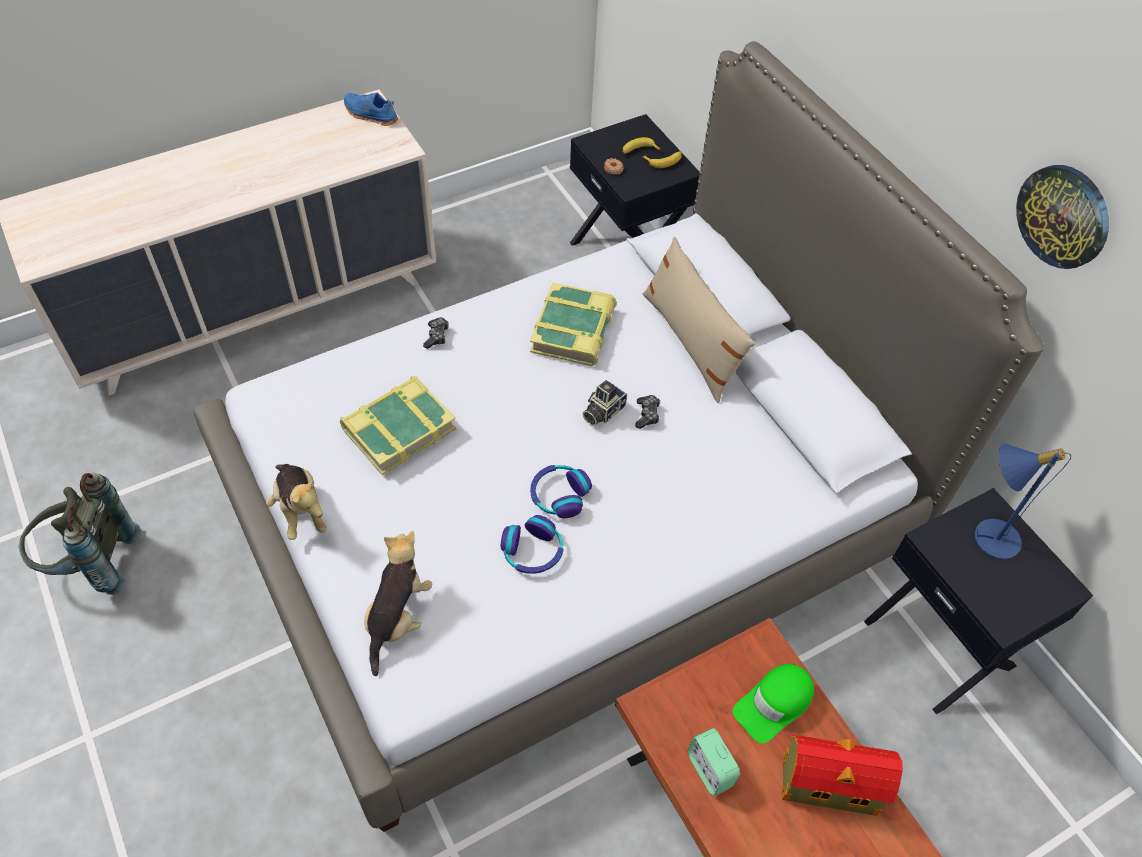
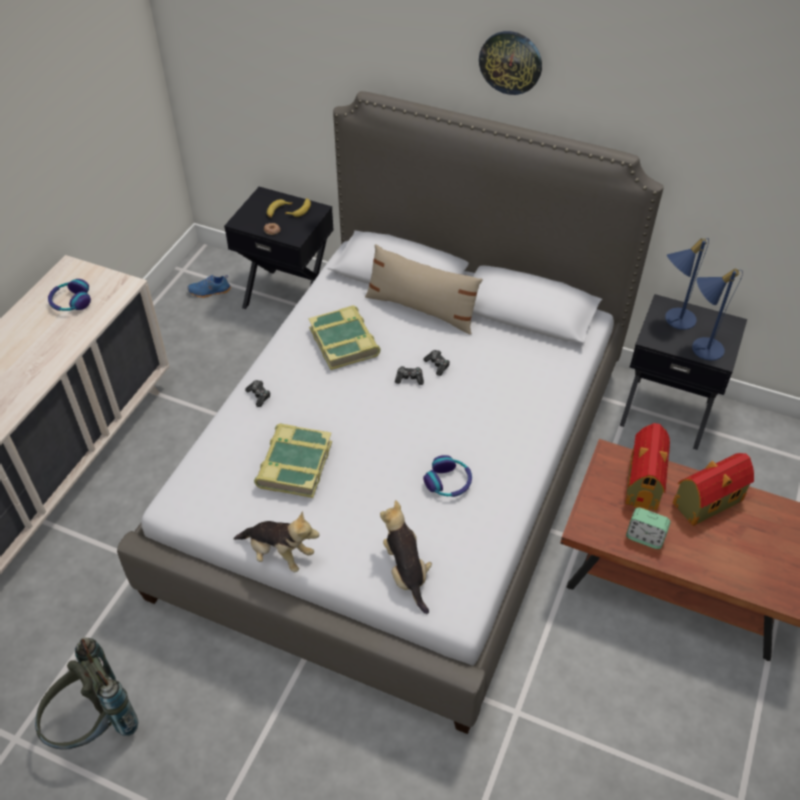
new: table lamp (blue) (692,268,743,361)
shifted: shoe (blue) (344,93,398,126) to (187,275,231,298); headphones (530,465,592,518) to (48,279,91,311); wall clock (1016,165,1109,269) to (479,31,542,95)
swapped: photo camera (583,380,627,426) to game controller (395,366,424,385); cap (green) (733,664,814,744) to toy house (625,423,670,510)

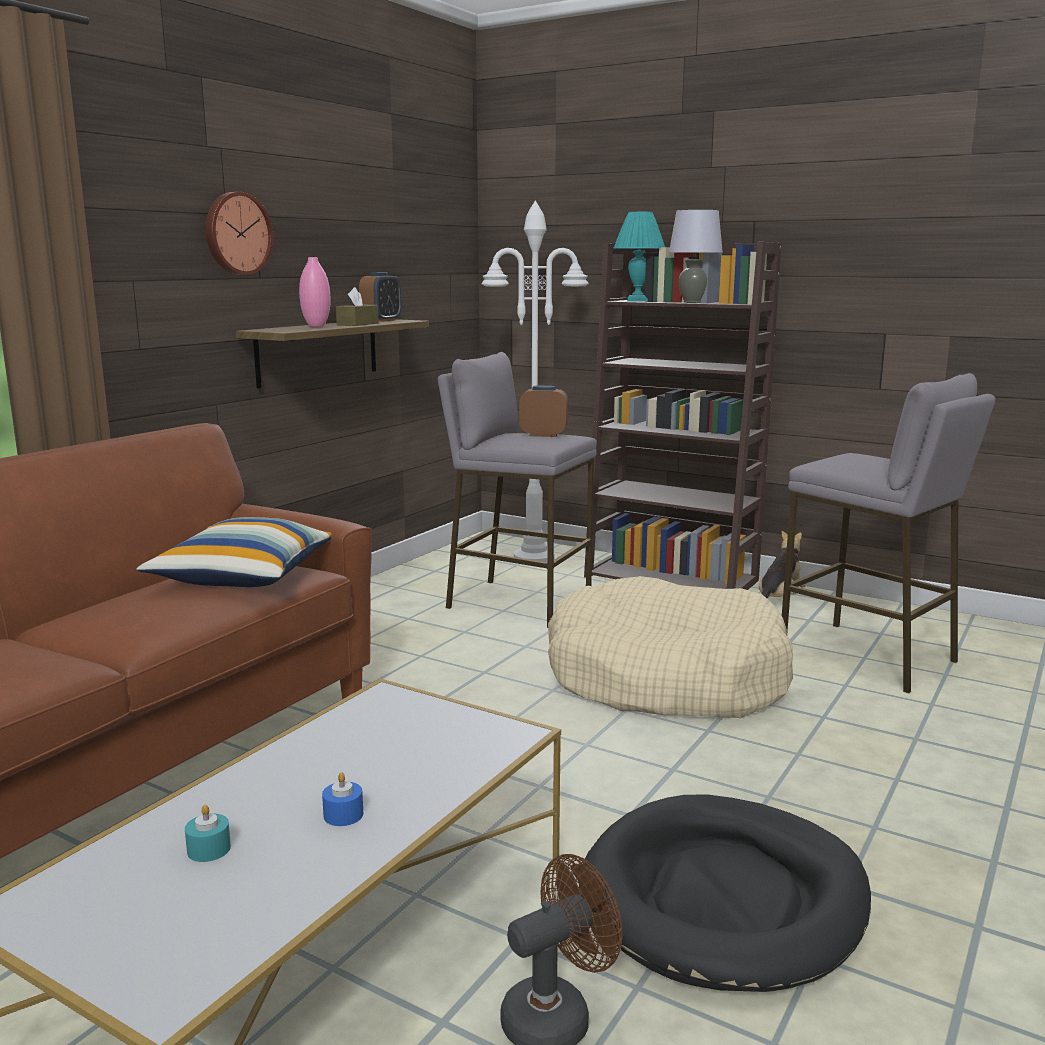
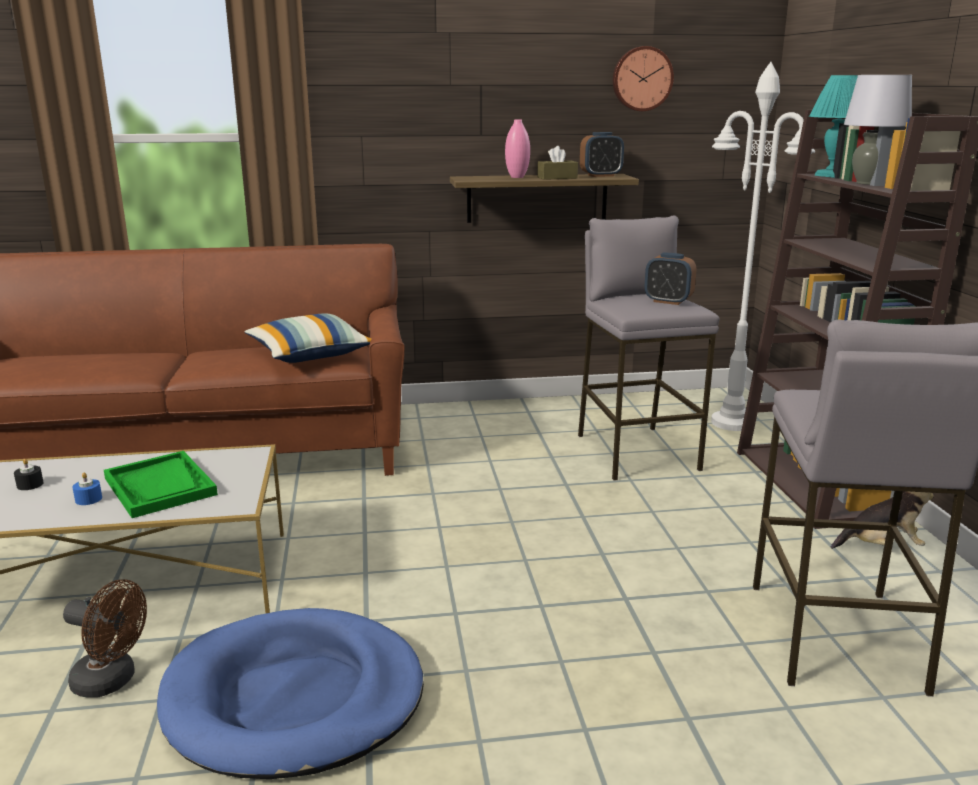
gone: dog bed (beige) (548,576,793,718)
new: tray (green) (104,451,218,518)
shifted: wall clock (206,192,274,275) to (613,46,674,111)
repainted: candle (turquoise) (185,805,231,862) to candle (black) (14,459,44,490); dog bed (black) (580,794,871,992) to dog bed (blue) (157,608,424,779)
rotated: alarm clock (519,386,569,437) = (645,252,696,305) 150 degrees clockwise

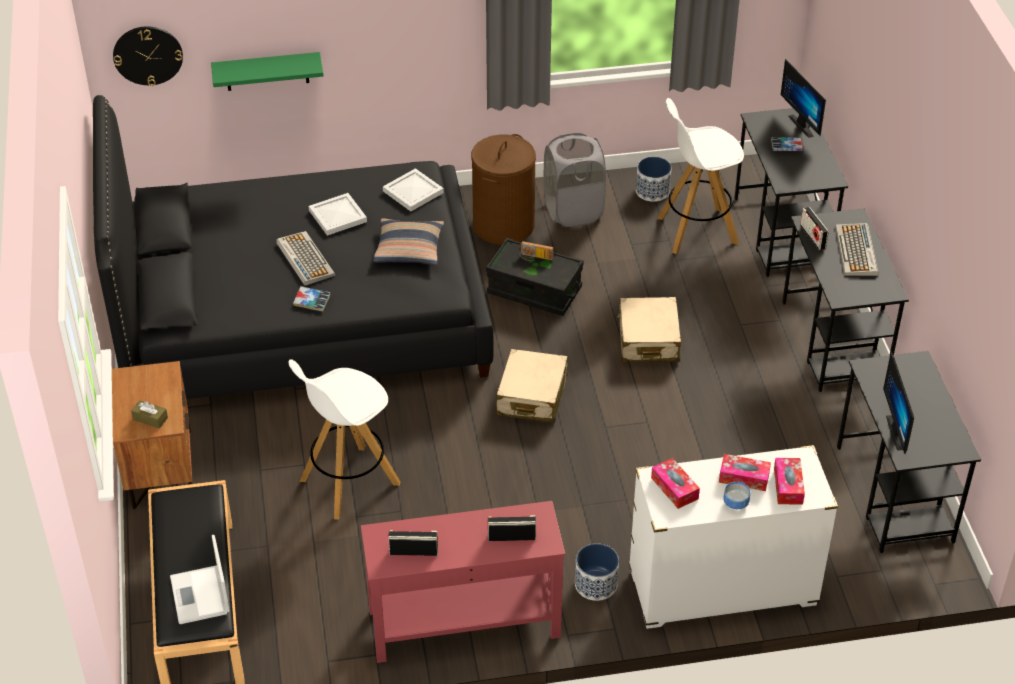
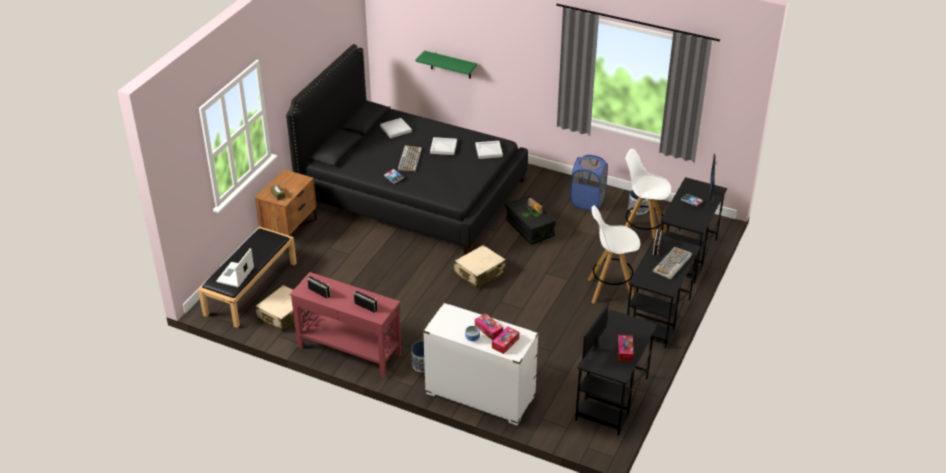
gone: wall clock (113,26,183,86); pillow (373,218,444,266); laundry basket (brown) (471,134,536,245)
new: tray (white) (380,118,412,138)
shifted: stool (white) (289,359,401,520) to (587,205,640,303); suitcase (beige) (617,297,681,363) to (255,285,308,332); tissue box (651,458,700,509) to (618,335,633,361)
repainted: laundry basket (grey) (543,133,606,227) to laundry basket (blue) (570,155,608,210)

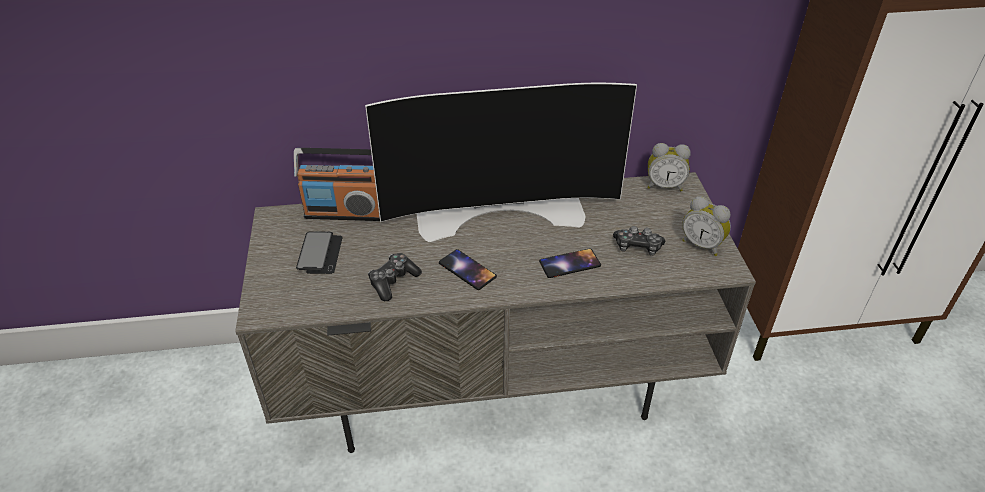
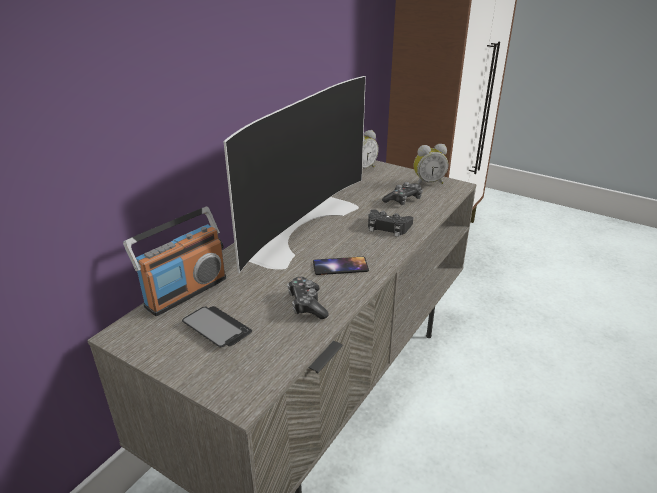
swapped: phone (539,248,601,278) to game controller (black) (368,209,413,237)

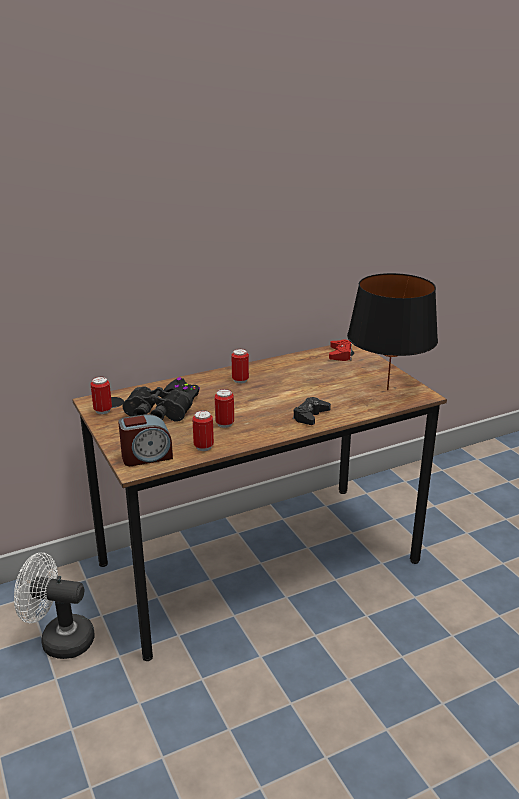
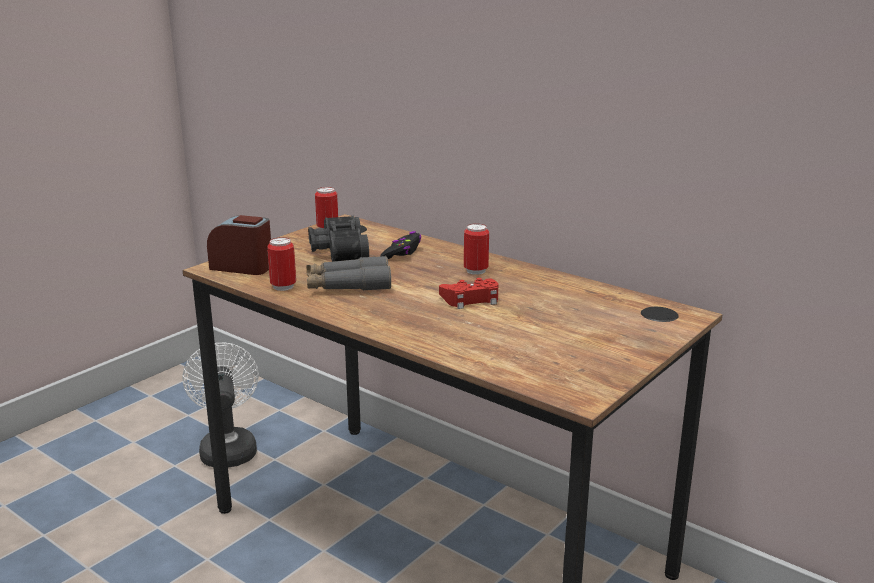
gone: game controller (black) (293,397,331,425); table lamp (black) (347,273,438,390)
shifted: game controller (red) (329,340,352,361) to (439,278,498,309)
swapped: can (215,389,234,428) to binoculars (grey) (306,256,391,291)
rotated: alarm clock (118,414,173,466) = (207,215,271,275) 150 degrees clockwise

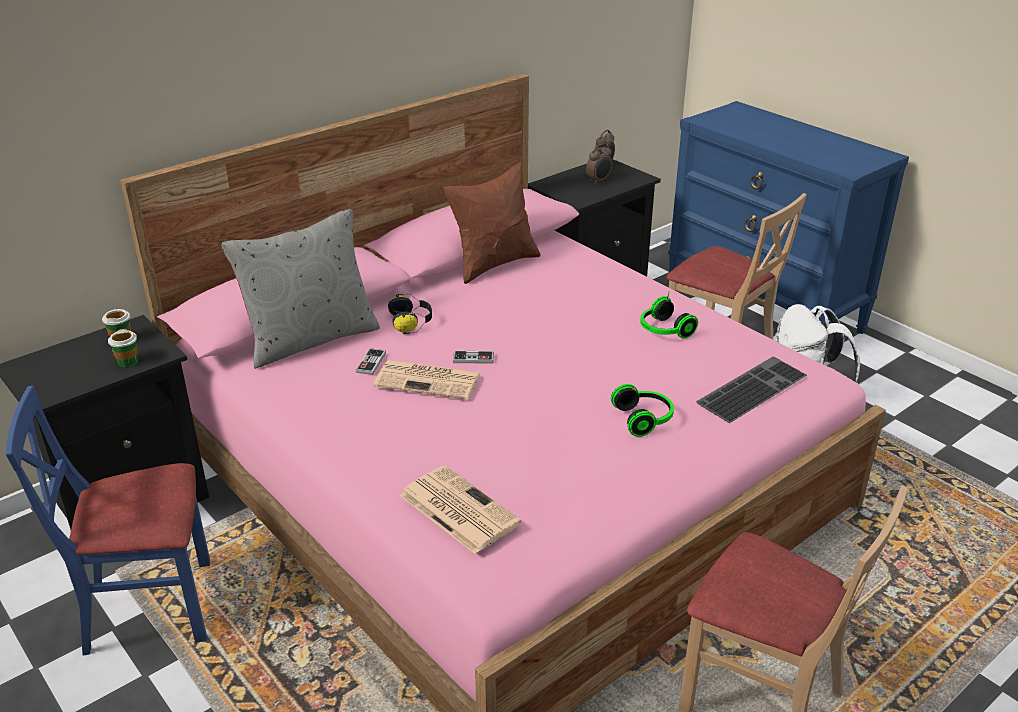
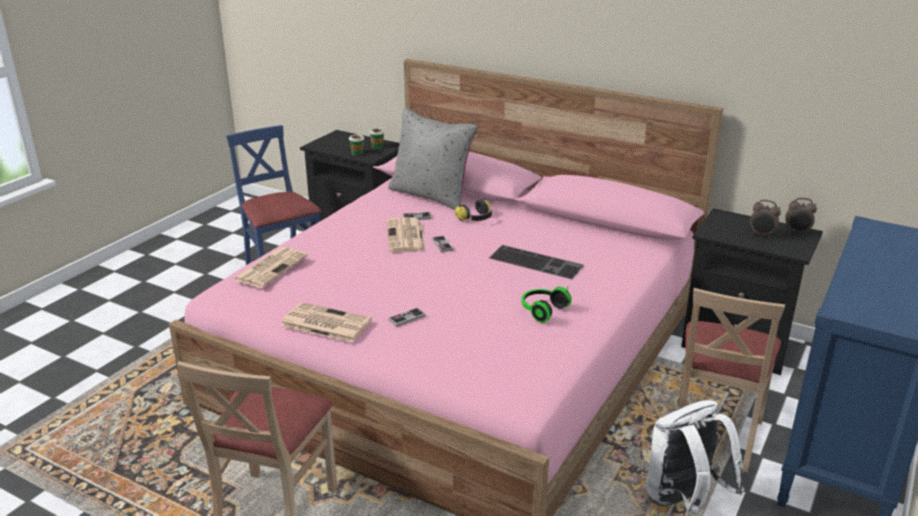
gone: pillow (brown) (443,162,541,284)
new: newspaper (280,302,372,343)
shifted: keyboard (696,356,807,423) to (489,245,584,279)
swapped: headphones (611,384,674,437) to game controller (388,308,425,327)

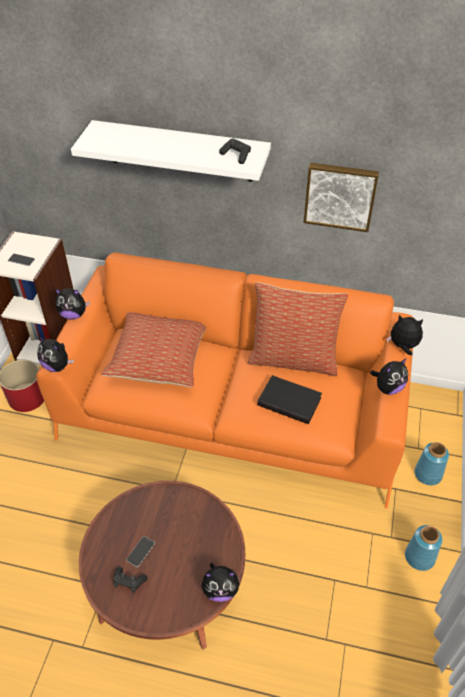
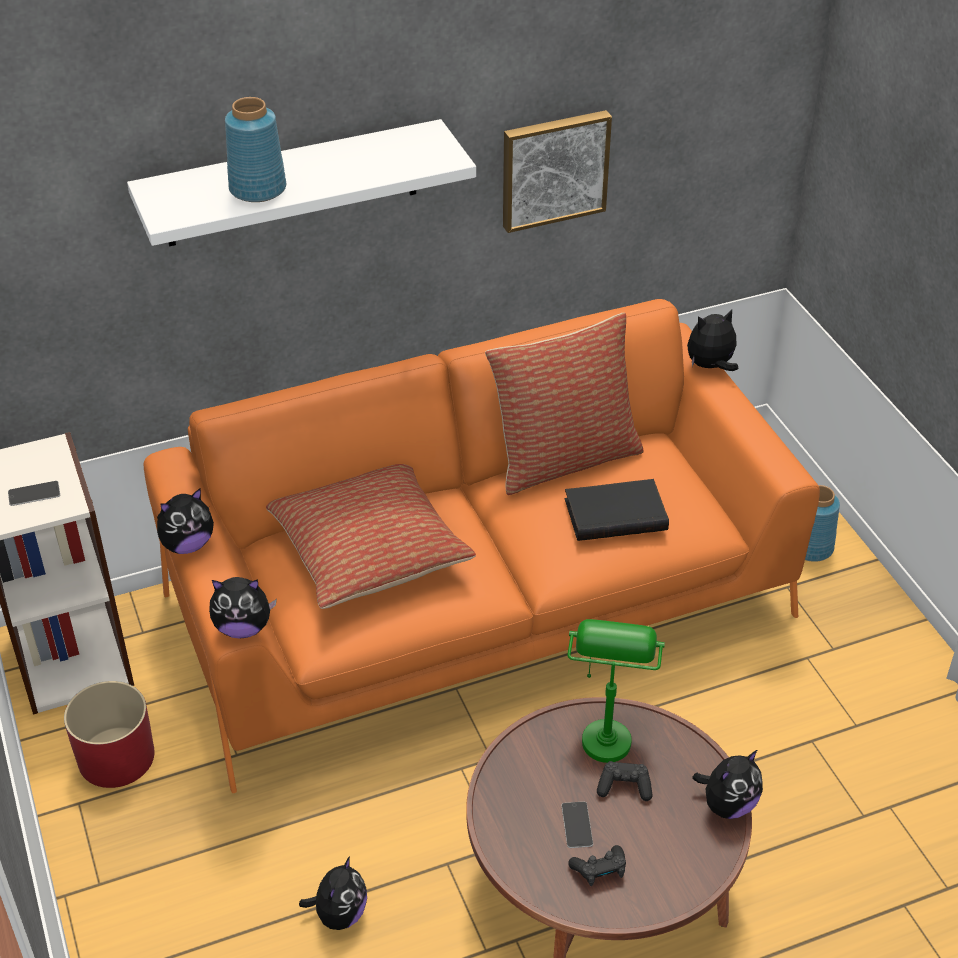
new: table lamp (green) (567,619,665,763)
shifted: game controller (black) (219,139,251,164) to (597,761,652,801); plush toy (370,358,408,395) to (299,856,367,930); vase (blue) (405,525,442,571) to (225,97,286,202)

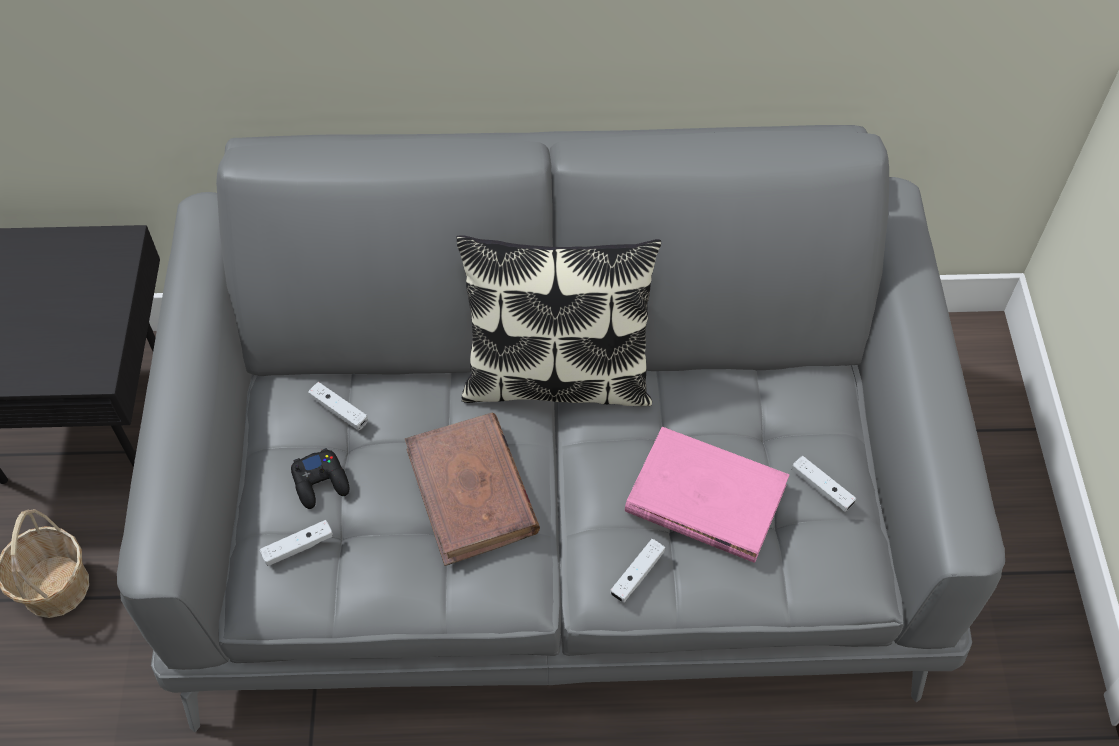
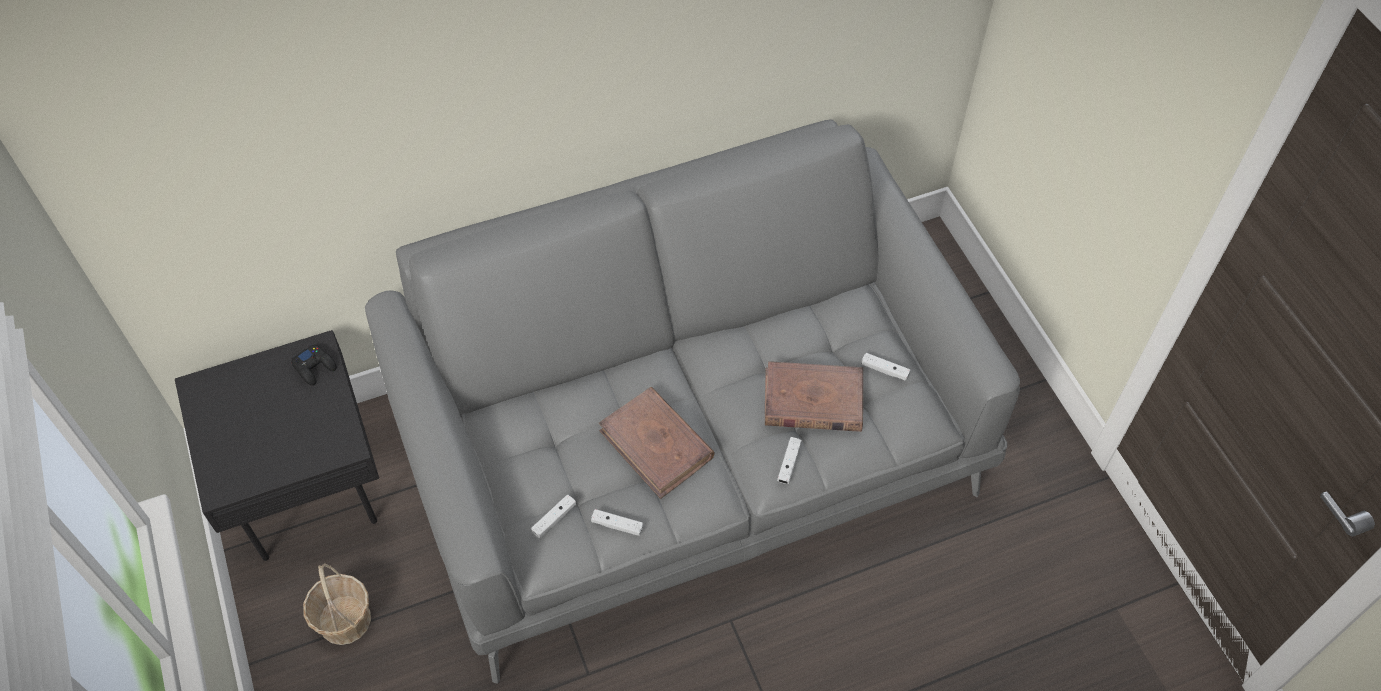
gone: pillow (457,235,661,406)
shifted: game controller (black) (291,448,349,509) to (291,344,337,386); game controller (white) (308,382,368,430) to (591,509,643,536)
repainted: book (pink) (625,427,789,563) to book (brown) (765,361,863,432)

